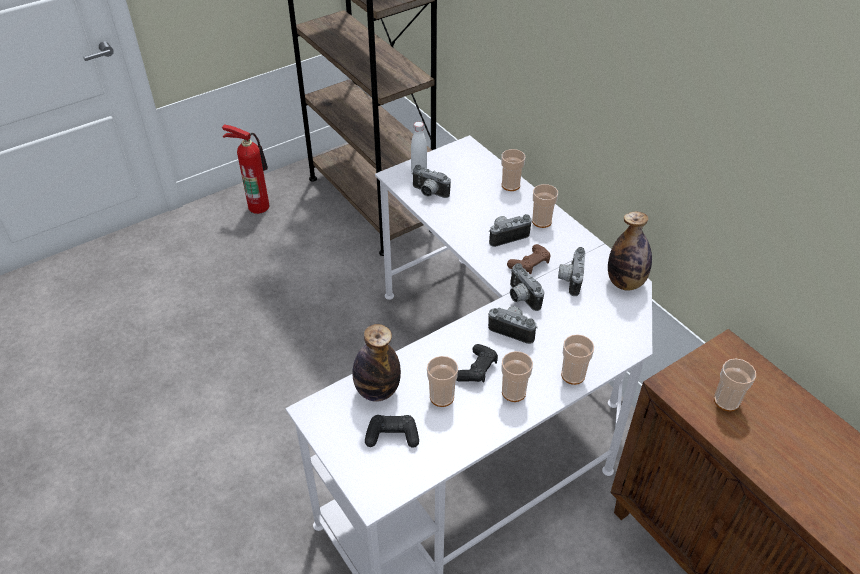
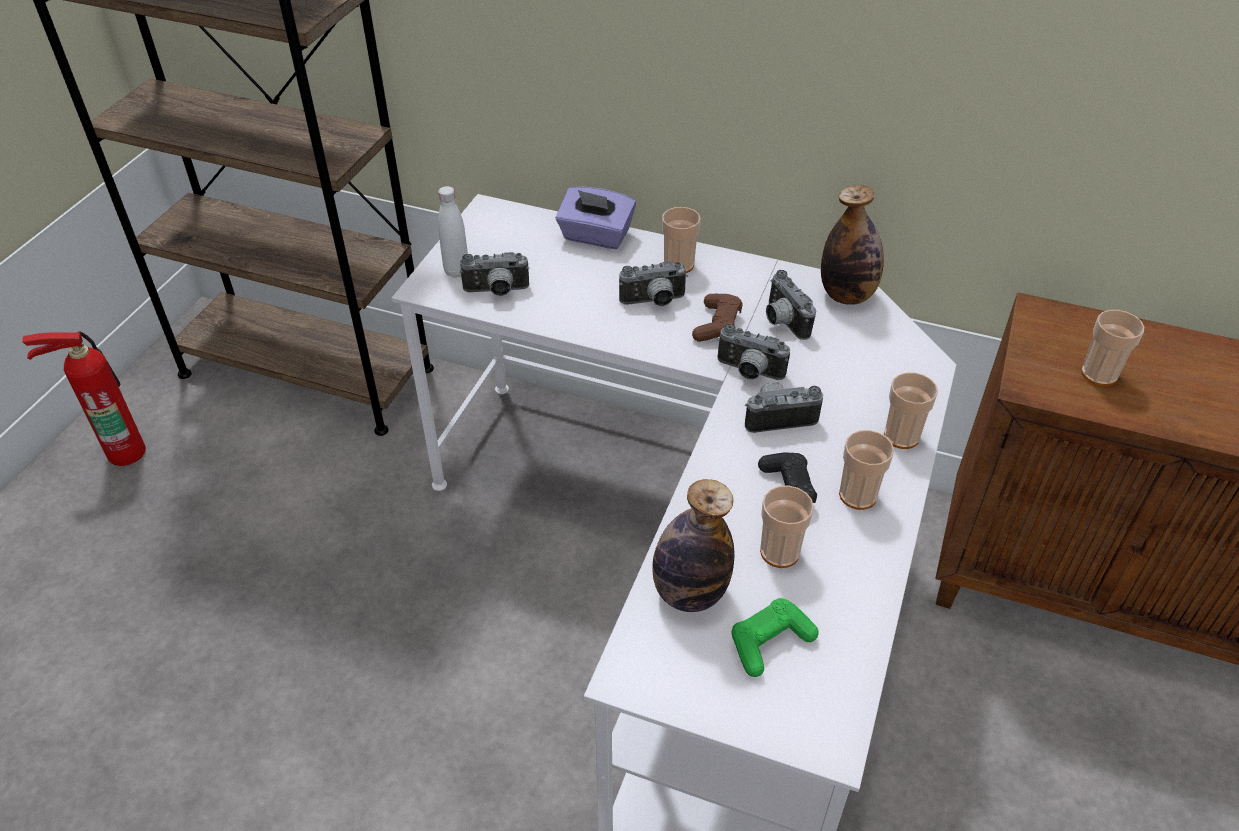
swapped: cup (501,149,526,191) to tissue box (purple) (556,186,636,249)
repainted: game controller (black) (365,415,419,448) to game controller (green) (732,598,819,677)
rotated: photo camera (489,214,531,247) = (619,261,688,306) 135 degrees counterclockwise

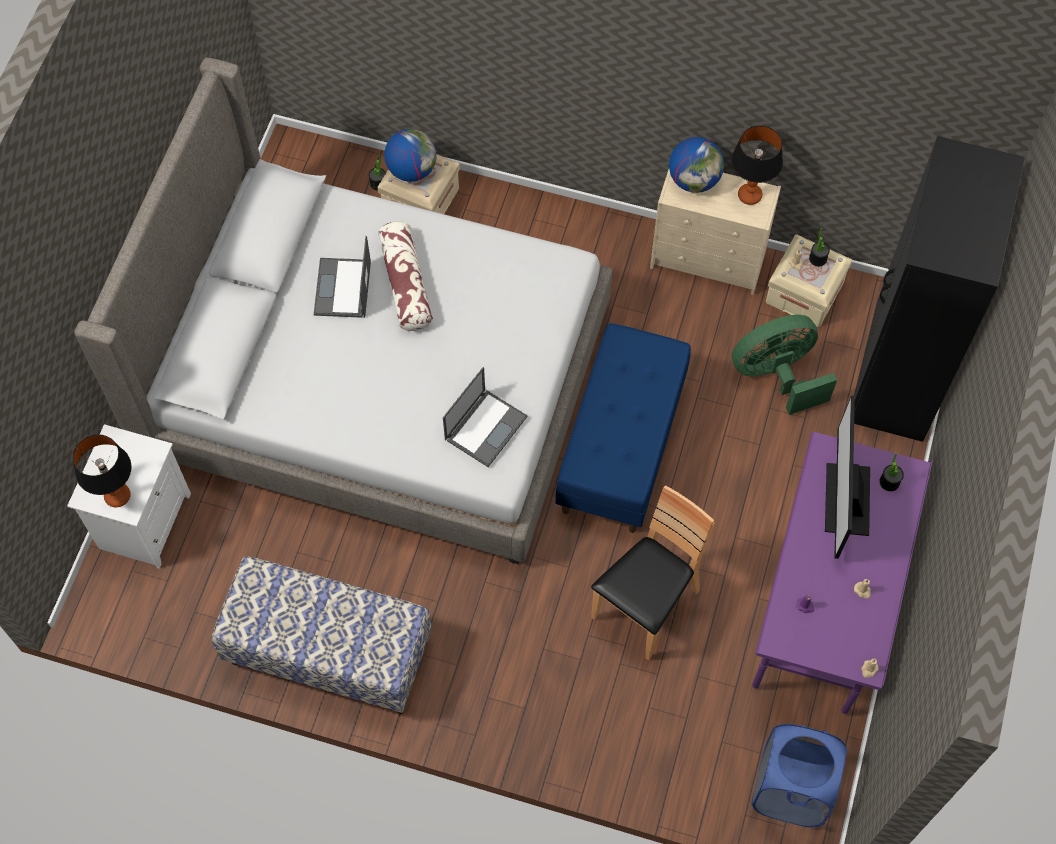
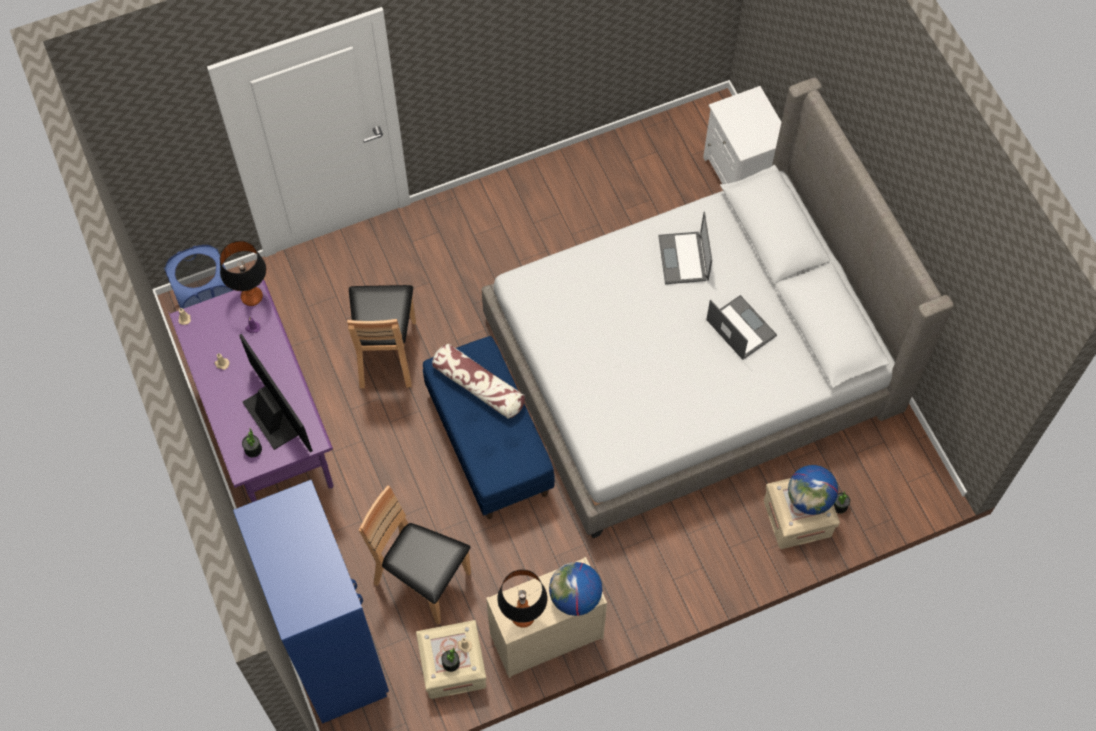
gone: bench (211,556,432,714)
shifted: table lamp (73,434,131,507) to (220,241,266,306); pillow (378,221,433,331) to (432,344,525,419); laptop (443,367,527,467) to (658,211,712,284)
swapped: fan (green) (732,315,837,415) to chair (brown) (359,485,471,625)
repainted: wardrobe (black) (854,136,1025,442) to wardrobe (blue) (233,480,389,724)

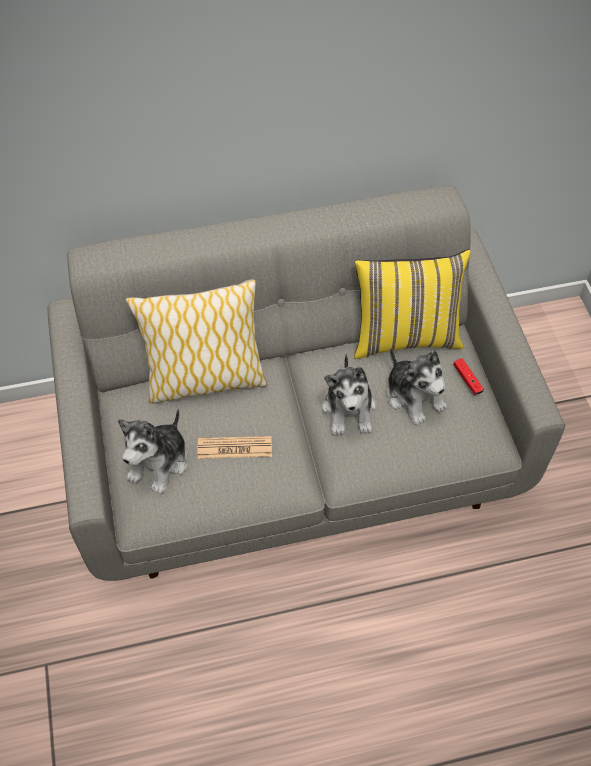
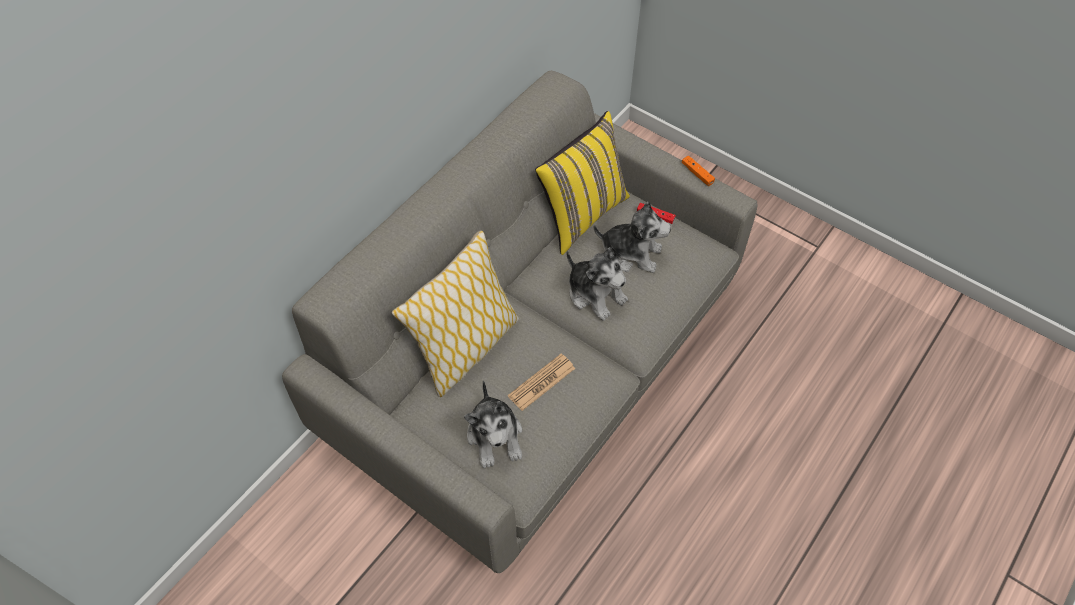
new: game controller (orange) (682,156,715,186)

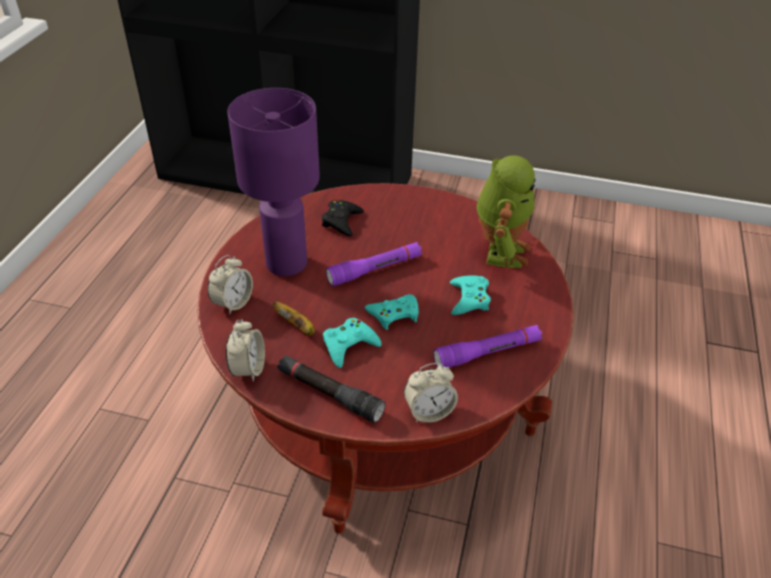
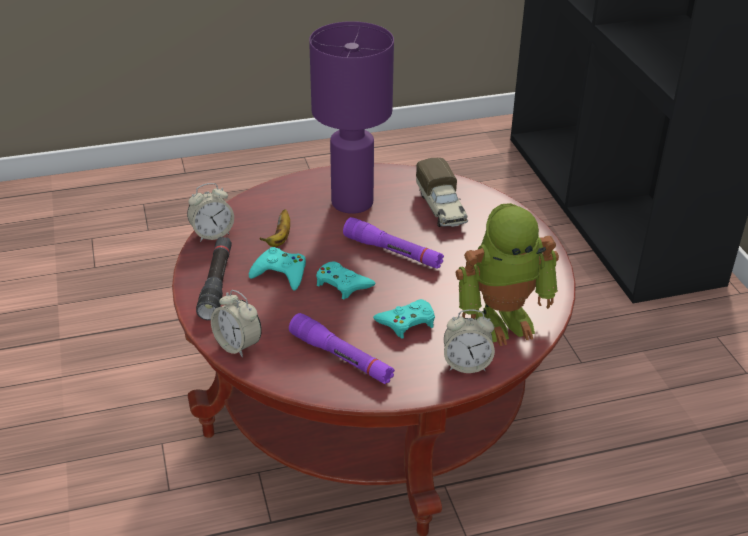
shifted: alarm clock (207,255,253,315) to (444,309,495,373)
swapped: game controller (black) (322,200,364,236) to toy truck (416,158,468,227)

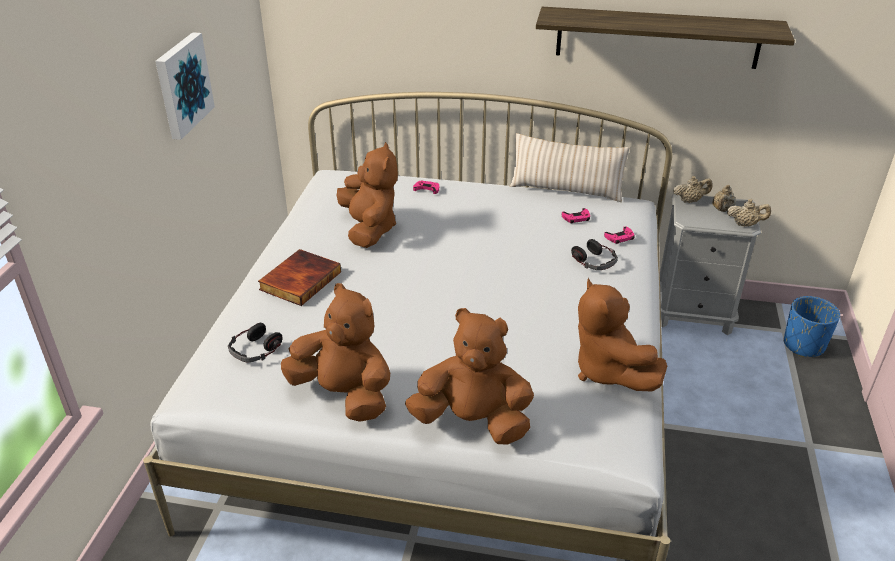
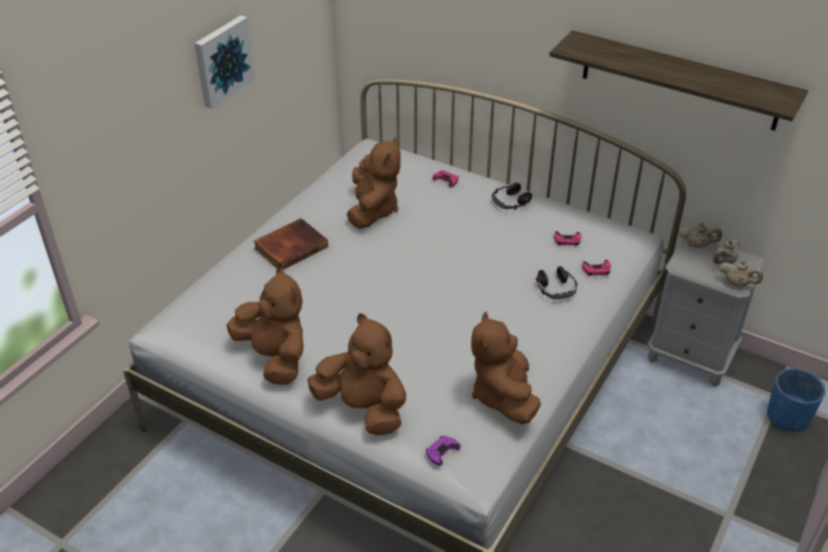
gone: pillow (beige) (510,133,629,202)
new: game controller (purple) (426,436,461,466)
shifted: headphones (228,323,283,363) to (492,183,532,210)

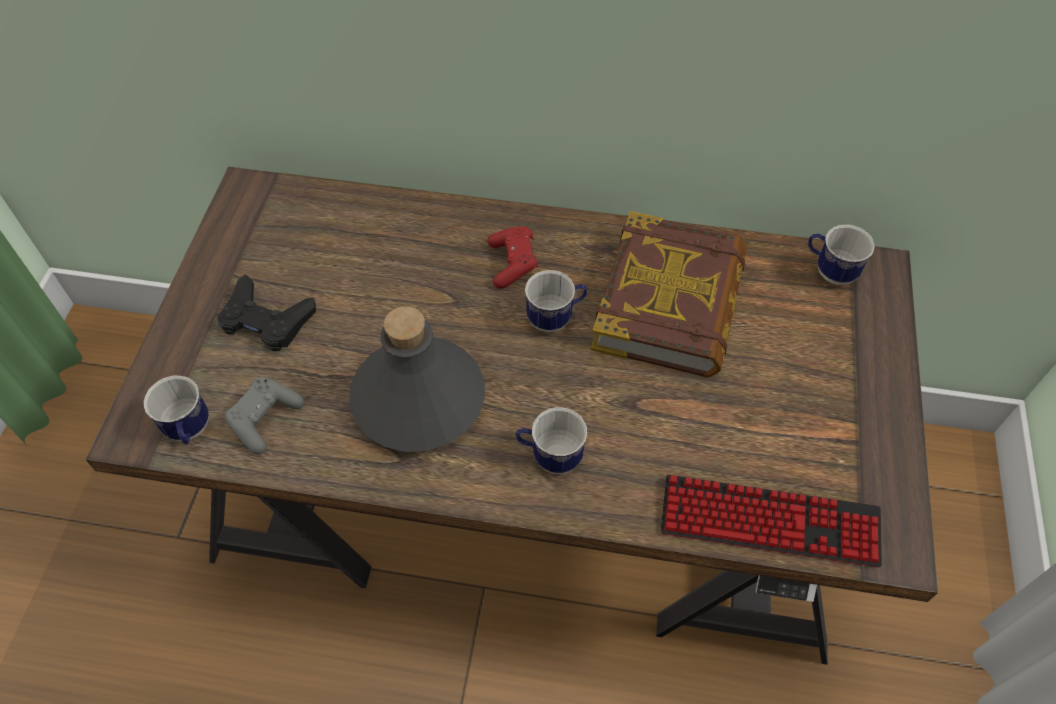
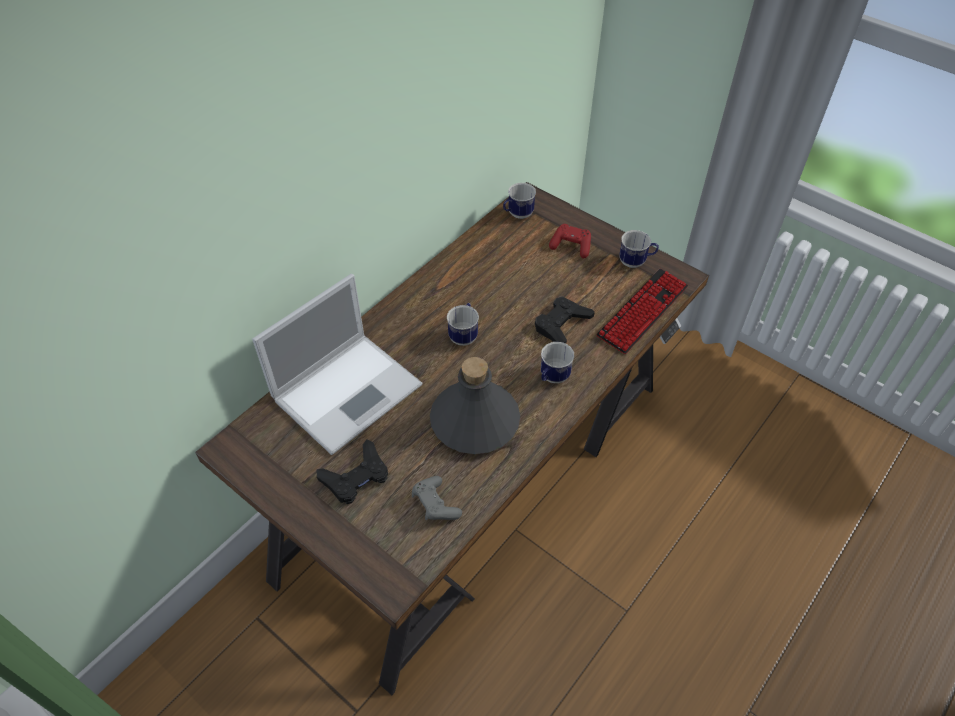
gone: book (591,211,747,378)
new: laptop (252,274,422,455); game controller (black) (535,296,595,344)
shifted: mug (144,376,209,445) to (619,230,659,268); game controller (red) (487,226,539,289) to (549,224,591,258)

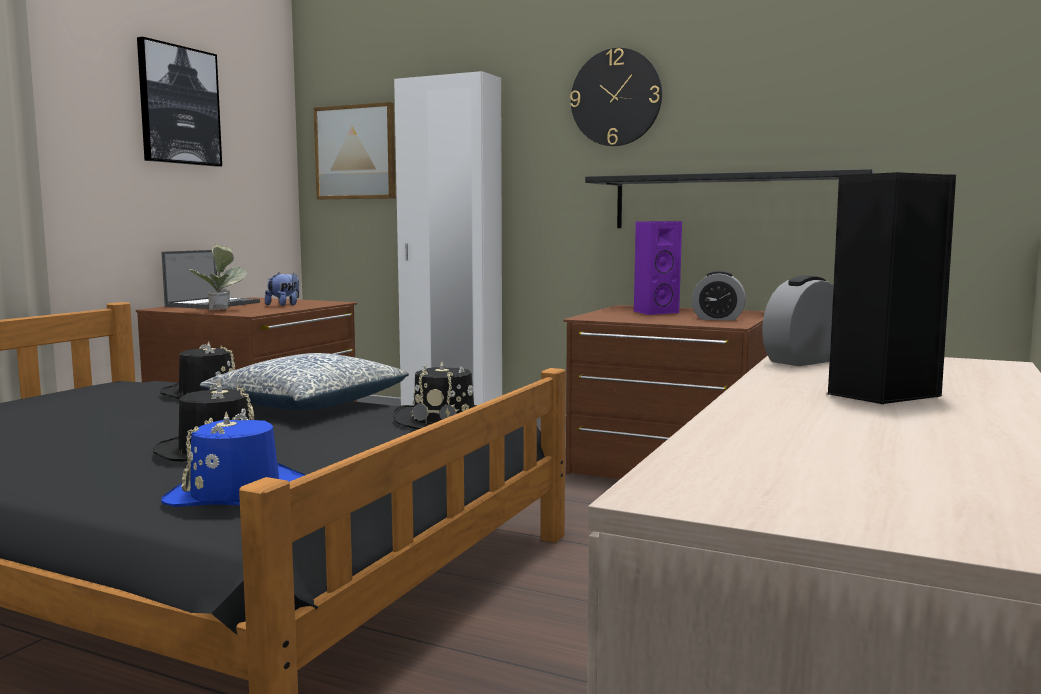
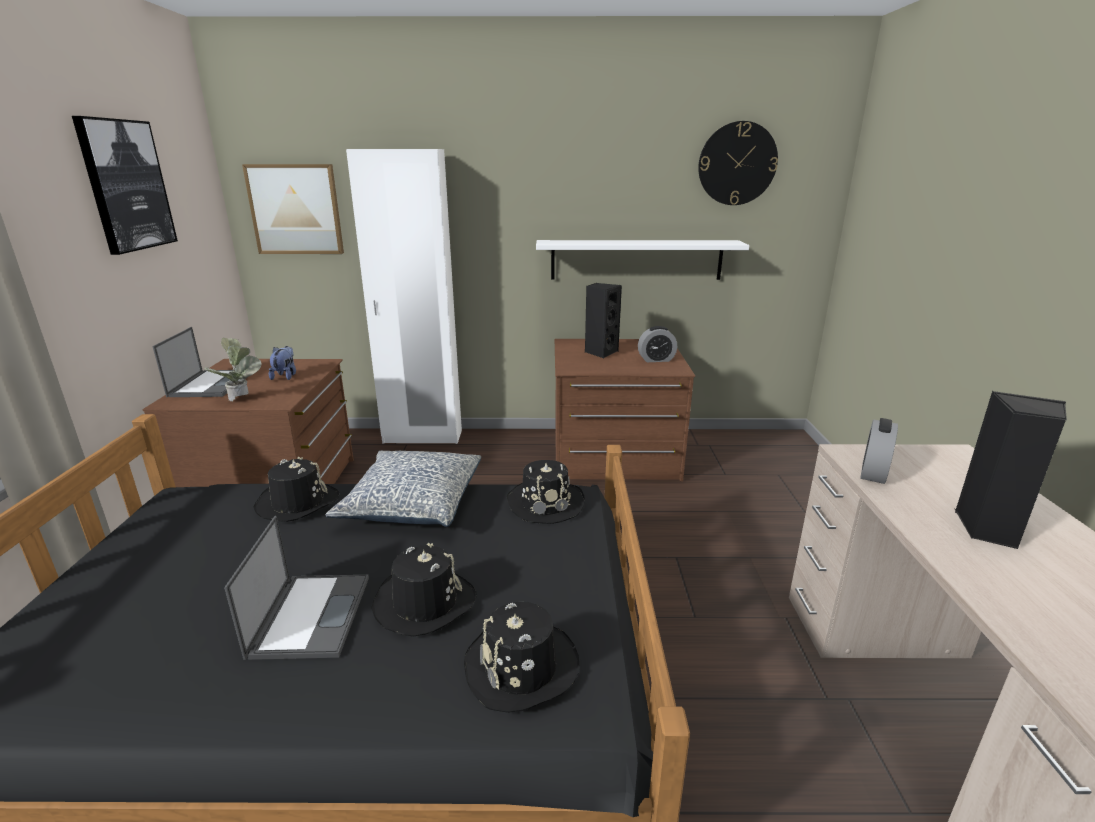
new: laptop (224,516,369,660)
shifted: wall clock (570,48,662,146) to (698,121,778,205)
repainted: hat (blue) (161,411,305,507) to hat (black) (464,602,580,713); shelf (black) (585,169,875,228) to shelf (white) (536,240,749,280); speaker (purple) (634,221,682,315) to speaker (black) (584,283,622,358)

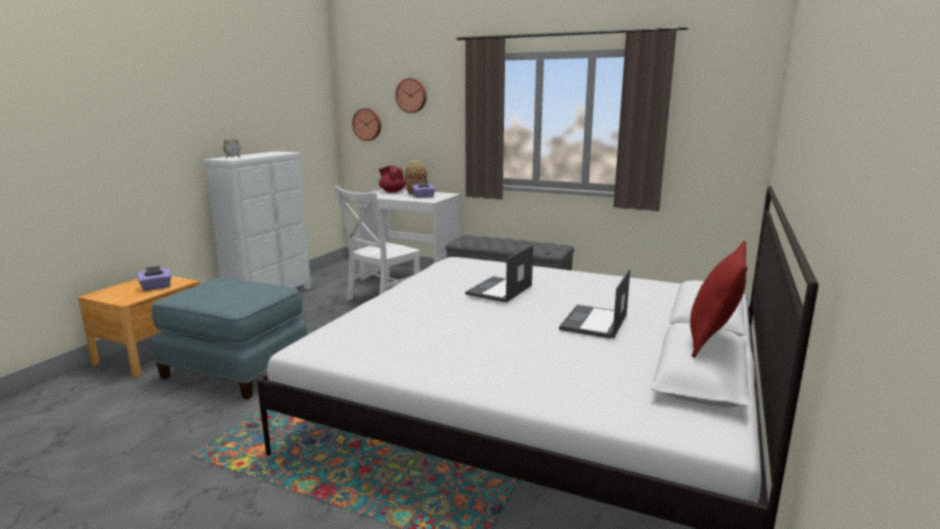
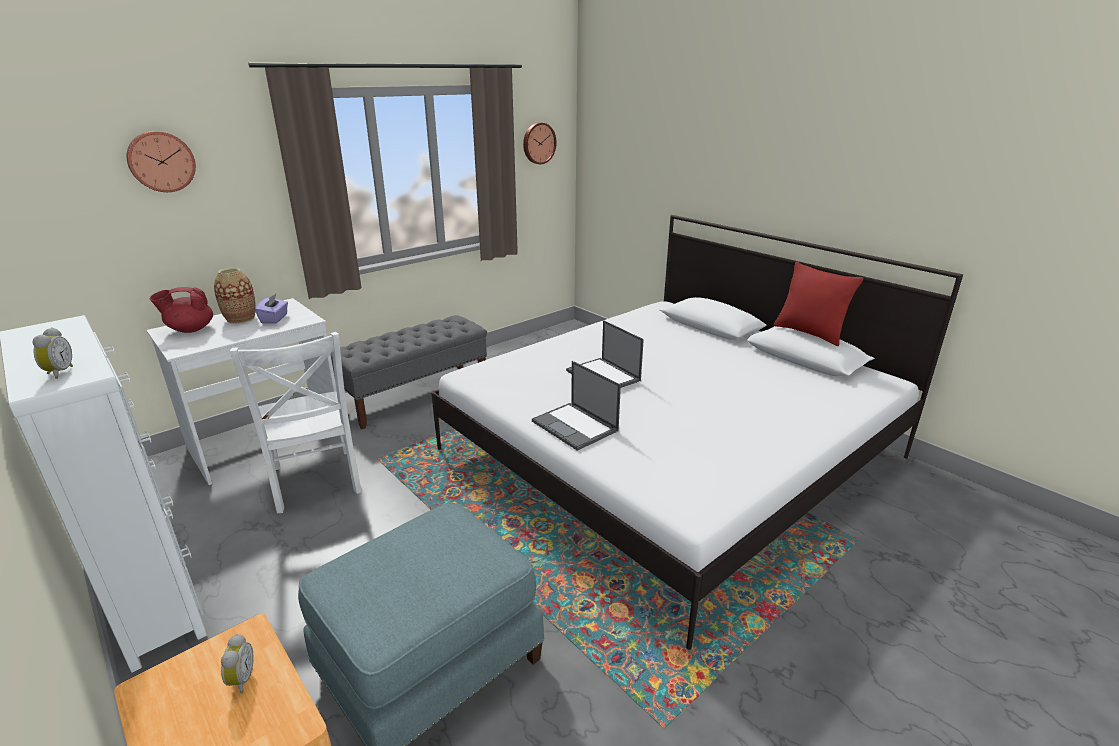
shifted: wall clock (352,108,381,141) to (523,123,557,164); laptop (559,269,630,339) to (532,361,621,451)
swapped: tissue box (purple) (137,266,171,291) to alarm clock (221,634,254,694)

